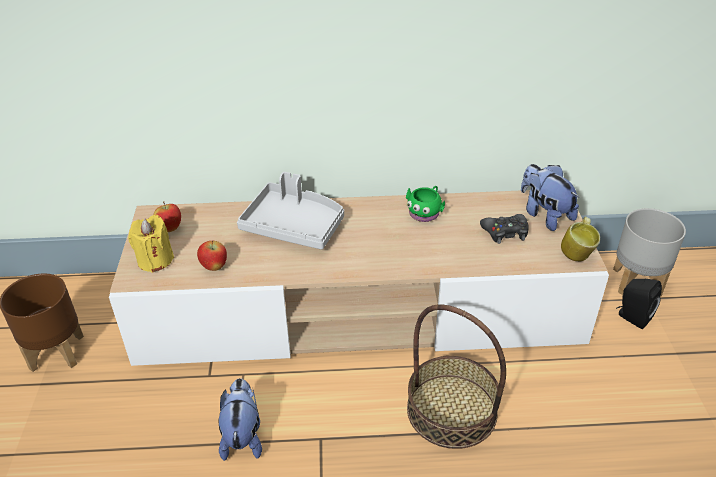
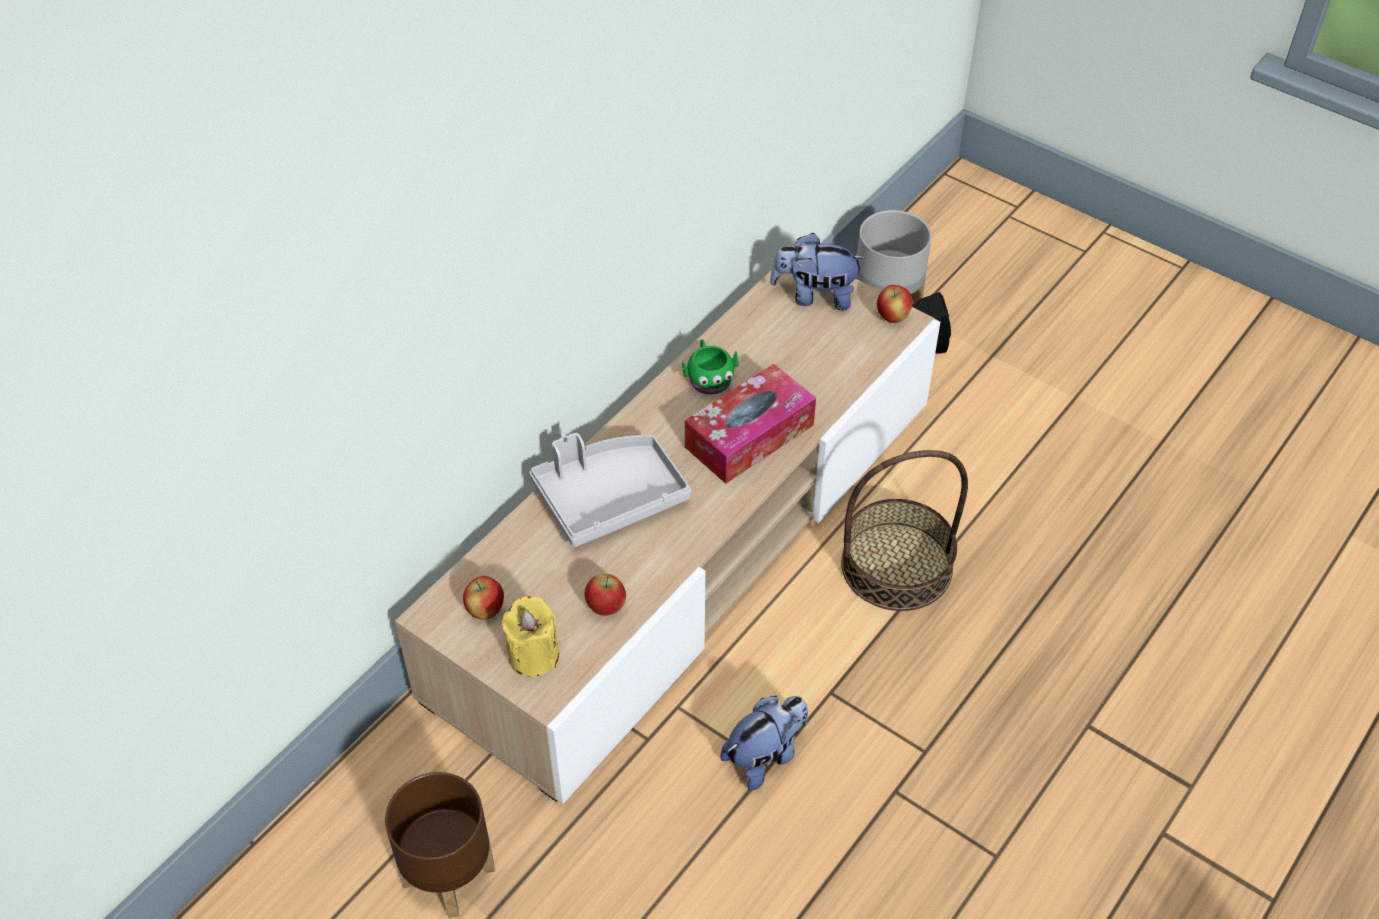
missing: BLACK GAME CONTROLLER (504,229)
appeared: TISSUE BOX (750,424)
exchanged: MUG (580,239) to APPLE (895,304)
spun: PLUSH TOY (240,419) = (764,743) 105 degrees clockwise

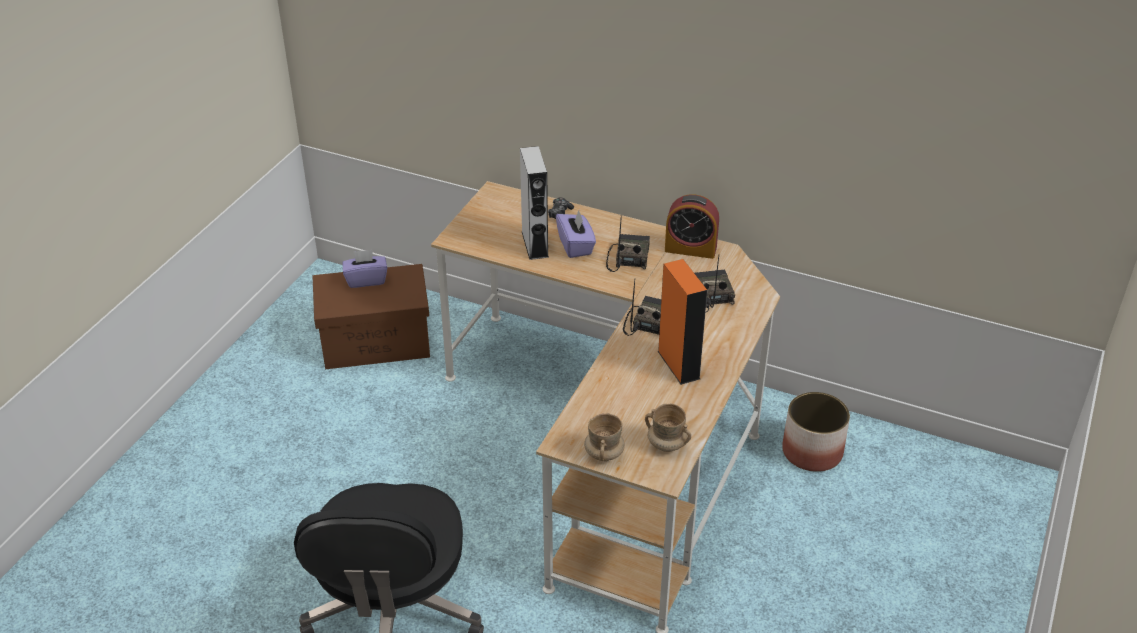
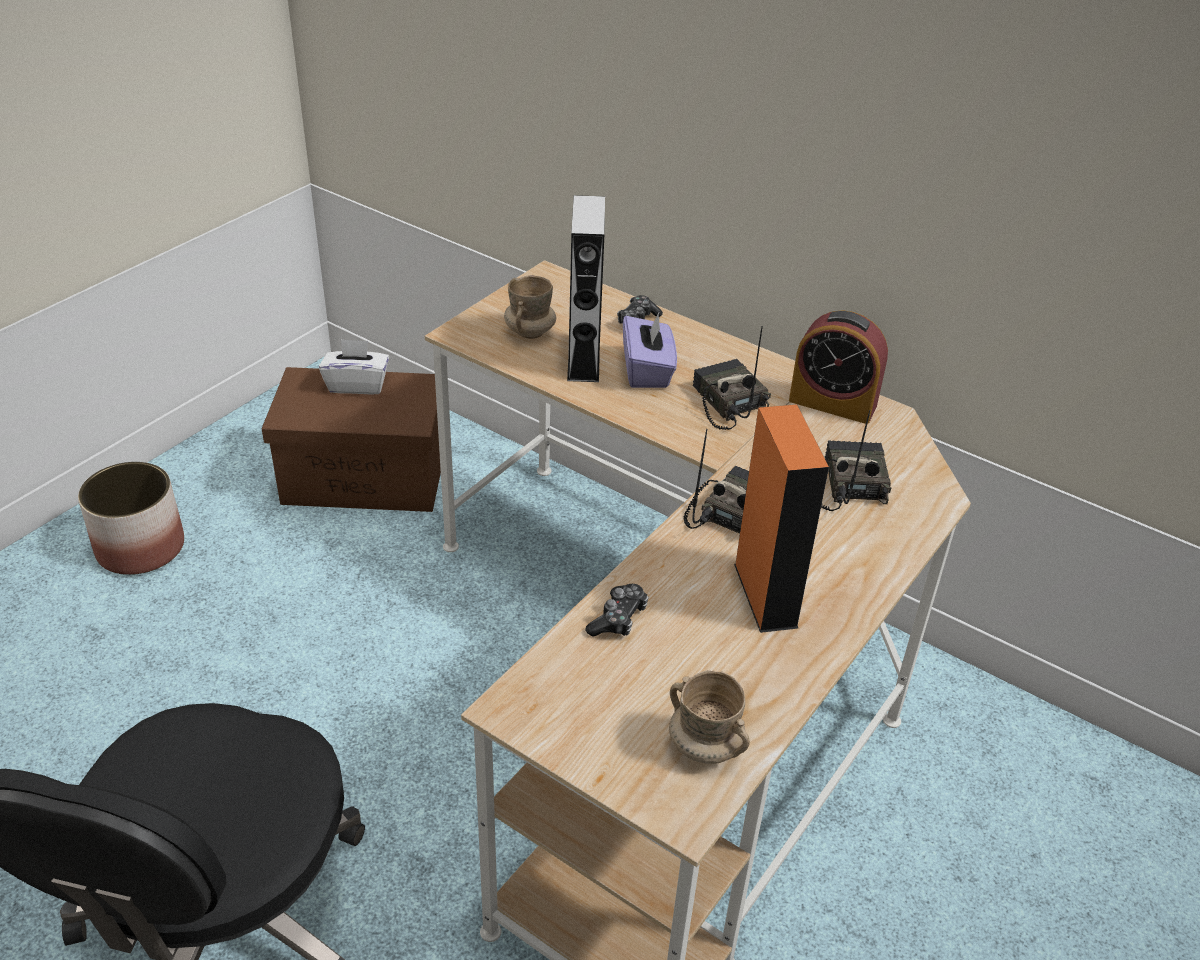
appeared: GAME CONTROLLER (617,610)
relocated: BEIGE MUG (604,437) to (530,307); PLANTER (816,432) to (131,518)
colour: PURPLE TISSUE BOX (365,269) to WHITE TISSUE BOX (354,367)
spun: RADIO (628,246) = (732,378) 45 degrees counterclockwise

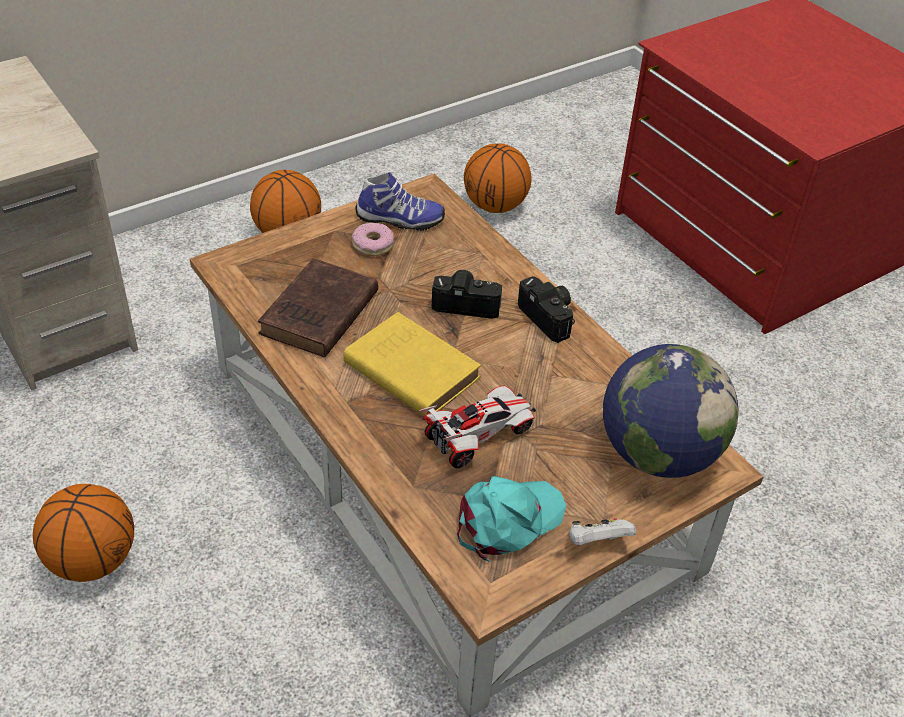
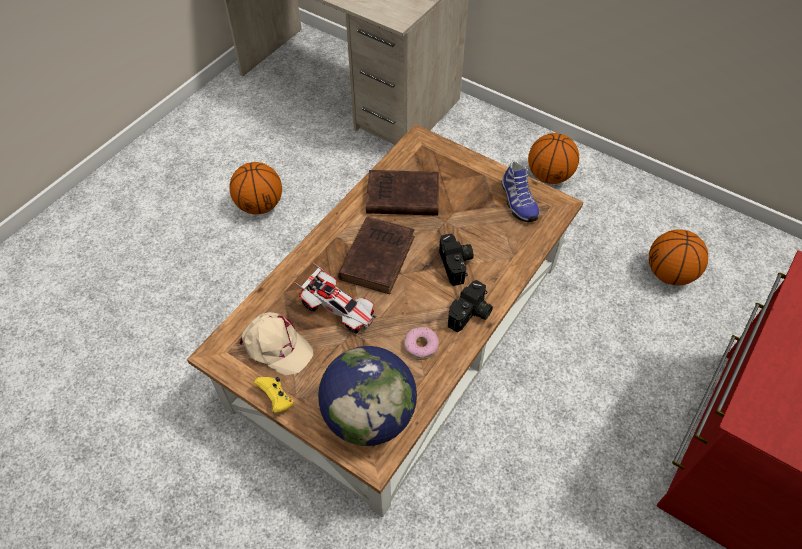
relocated: DONUT (373,239) to (421,343)
colour: YELLOW BOOK (412,364) to BROWN BOOK (376,255); TURQUOISE CAP (511,519) to BEIGE CAP (275,343); WHITE GAME CONTROLLER (602,531) to YELLOW GAME CONTROLLER (274,395)

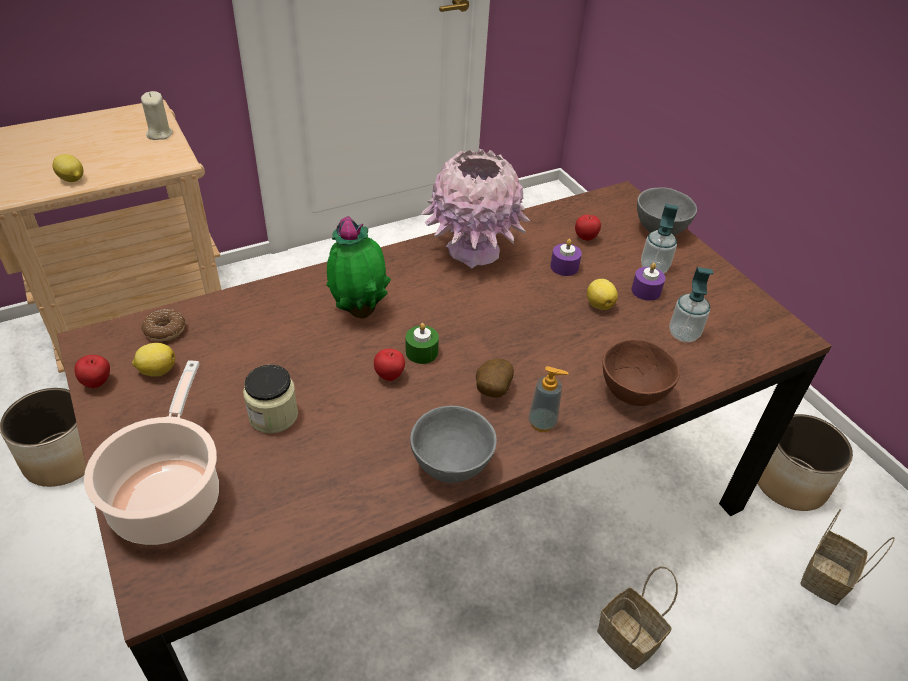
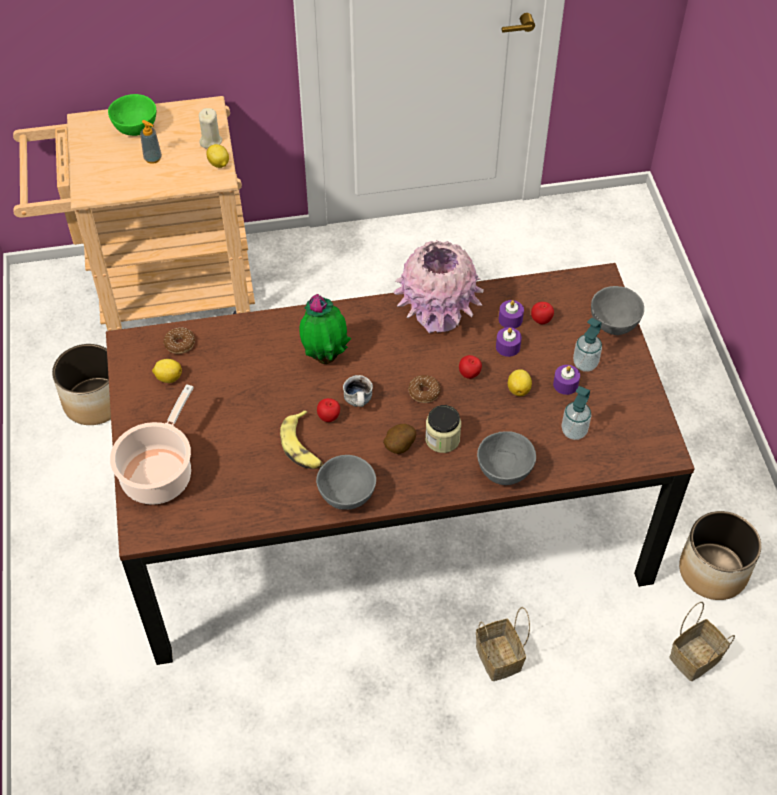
appeared: GREEN BOWL (132,115); BANANA (301,439); DONUT (424,389); PURPLE CANDLE (511,314)
relocated: LEMON (67,168) to (217,156); APPLE (92,371) to (470,367); JAR (270,399) to (443,429); SOAP DISPENSER (549,399) to (151,142)
exchanged: GREEN CANDLE (422,343) to MUG (358,391)
colour: BROWN BOWL (641,372) to GREY BOWL (506,458)

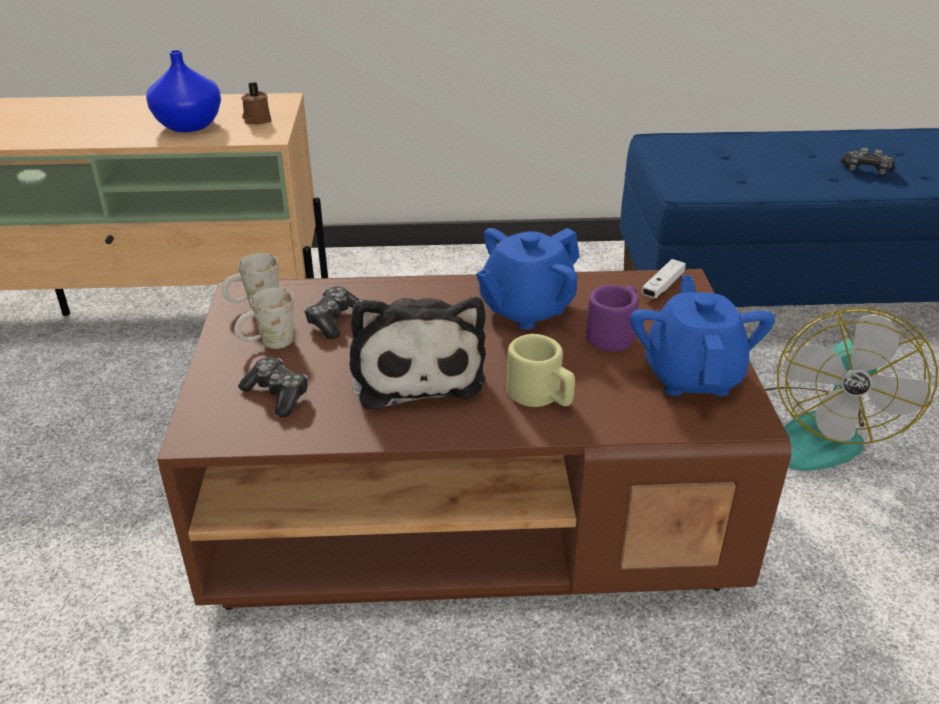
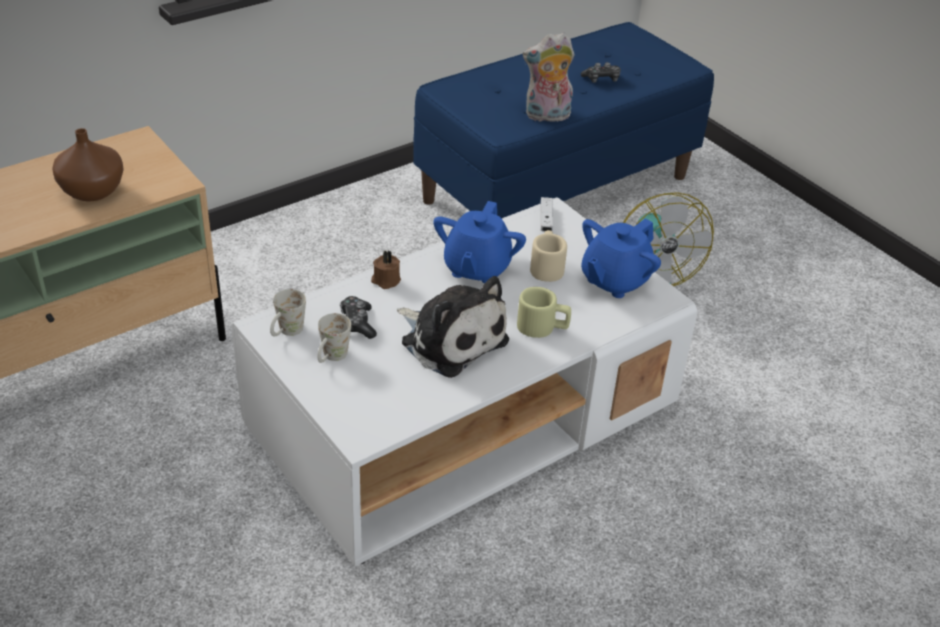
missing: GAME CONTROLLER (273,387)
appeared: PLUSH TOY (549,77)
relocated: BROWN CANDLE (256,103) to (386,270)
colour: BLUE VASE (183,91) to BROWN VASE (88,164); BROWN COFFEE TABLE (474,439) to WHITE COFFEE TABLE (464,381); PURPLE MUG (612,318) to BEIGE MUG (548,256)
spun: BLUE TEAPOT (702,335) = (621,258) 105 degrees counterclockwise

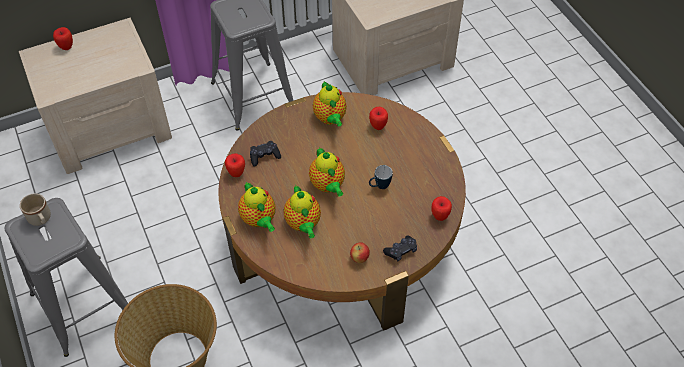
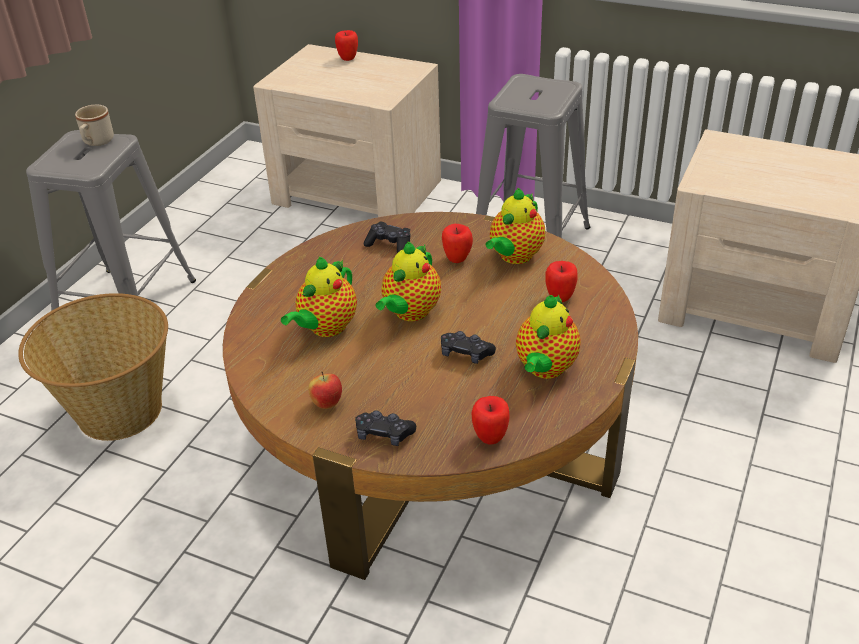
relocated: APPLE (235,165) to (457,243); TEAPOT (256,207) to (548,337)
exchanged: MUG (381,177) to BLACK GAME CONTROLLER (468,347)

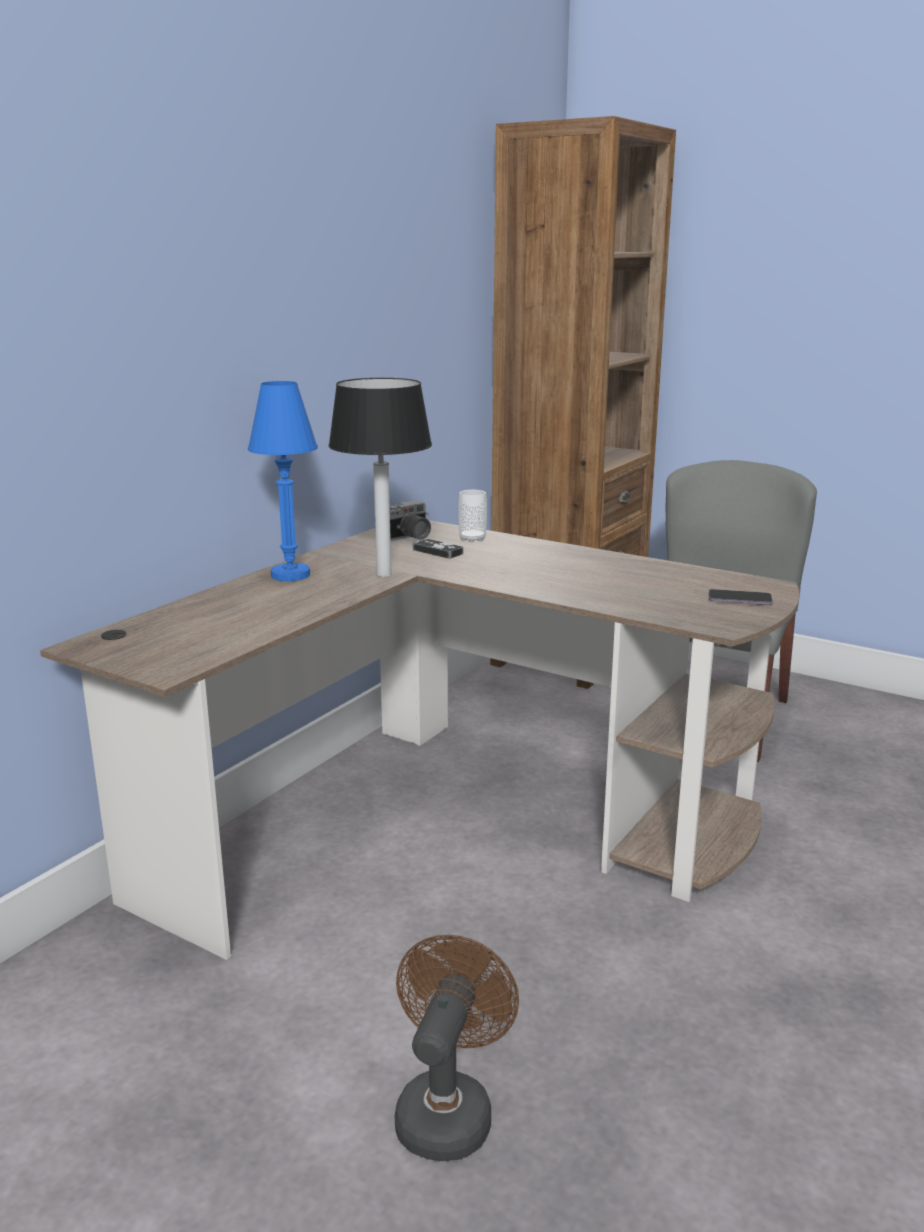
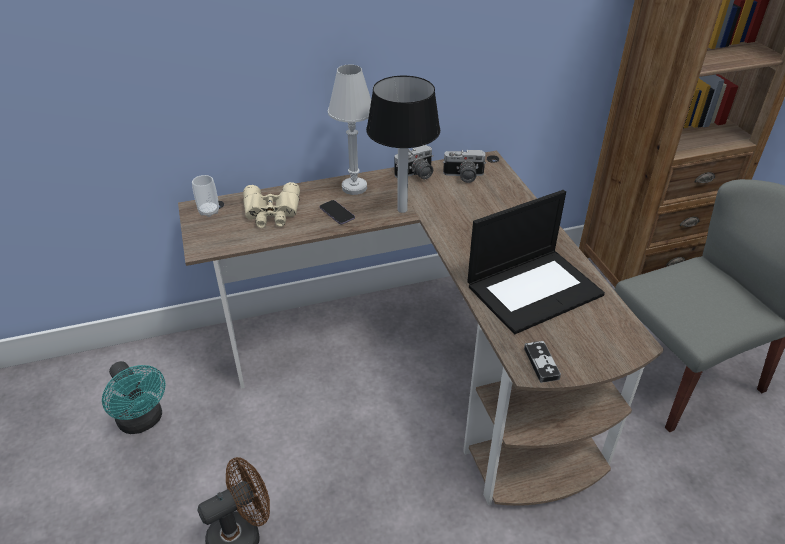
appeared: TURQUOISE FAN (133,397); BEIGE BINOCULARS (271,205); PHOTO CAMERA (414,162); LAPTOP (536,262)
relocated: GAME CONTROLLER (438,549) to (542,362); CUP (472,516) to (205,196); PHONE (740,597) to (337,212)
colour: BLUE TABLE LAMP (283,481) to WHITE TABLE LAMP (349,129)

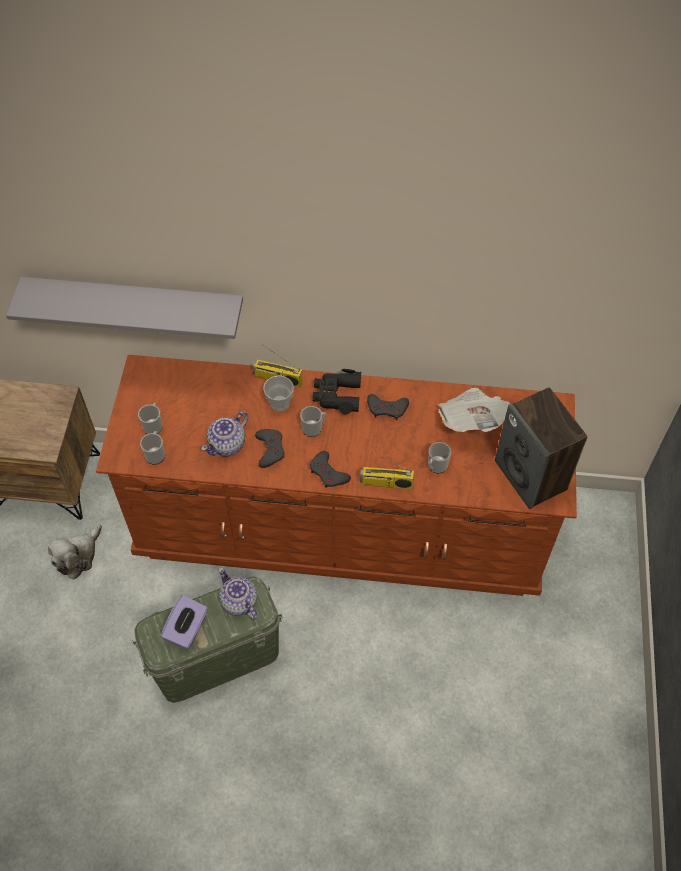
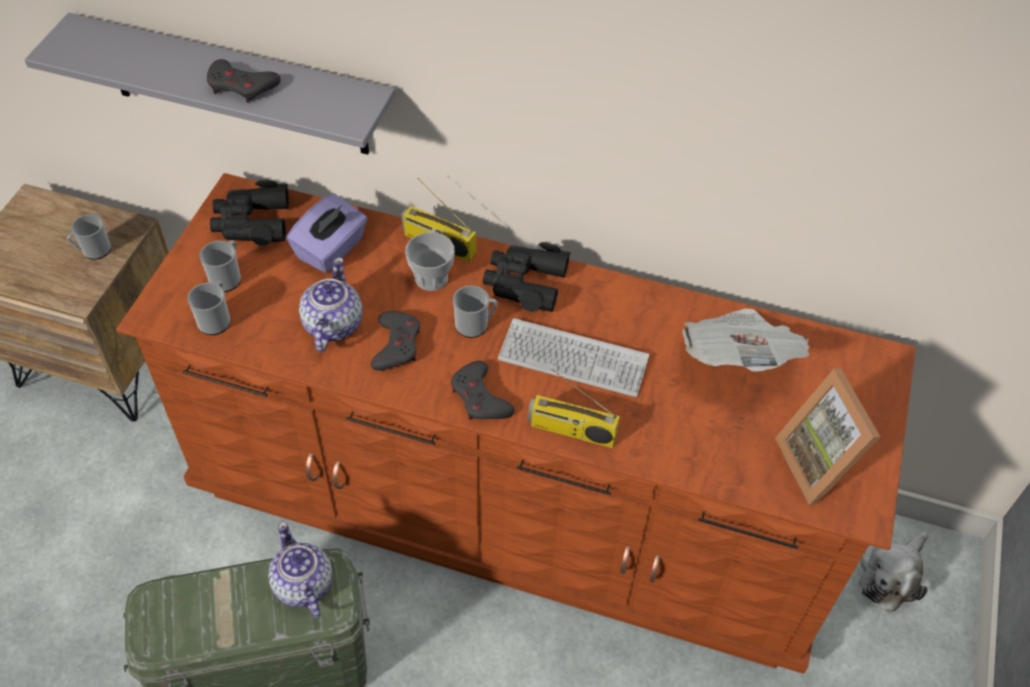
appeared: BLACK BINOCULARS (249,212); KEYBOARD (573,357)
relocated: PLUSH TOY (75,552) to (893,572); PURPLE TISSUE BOX (184,622) to (327,233); GREY GAME CONTROLLER (388,407) to (243,81); MUG (439,457) to (89,237)
exchanged: SPEAKER (541,448) to PICTURE FRAME (827,437)
spun: TEAPOT (225,433) = (331,304) 135 degrees clockwise

